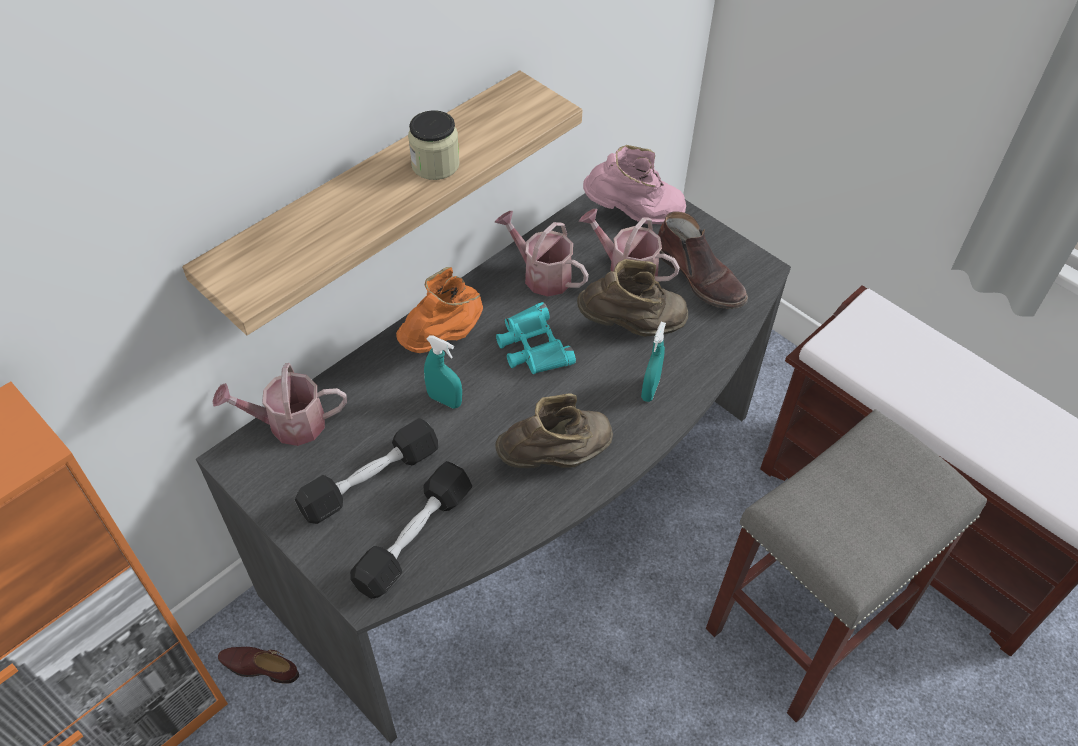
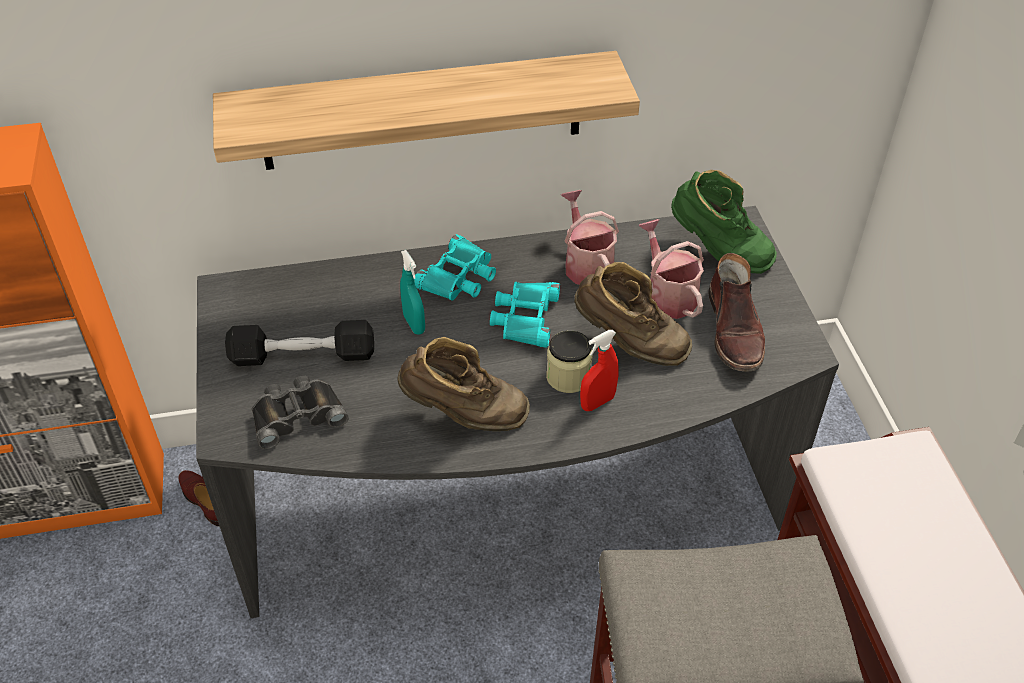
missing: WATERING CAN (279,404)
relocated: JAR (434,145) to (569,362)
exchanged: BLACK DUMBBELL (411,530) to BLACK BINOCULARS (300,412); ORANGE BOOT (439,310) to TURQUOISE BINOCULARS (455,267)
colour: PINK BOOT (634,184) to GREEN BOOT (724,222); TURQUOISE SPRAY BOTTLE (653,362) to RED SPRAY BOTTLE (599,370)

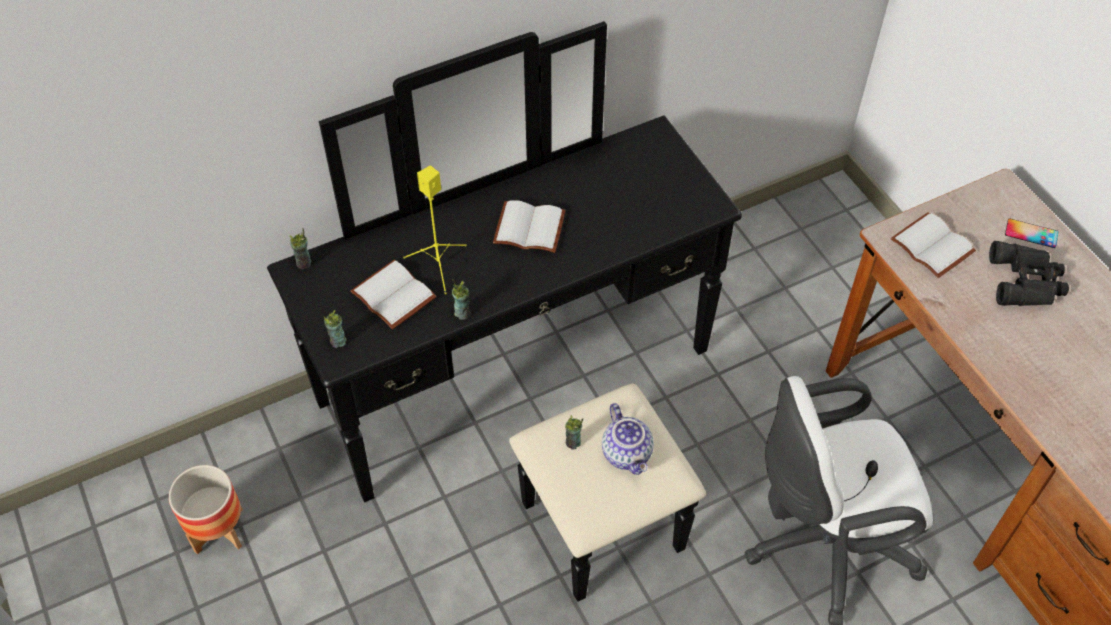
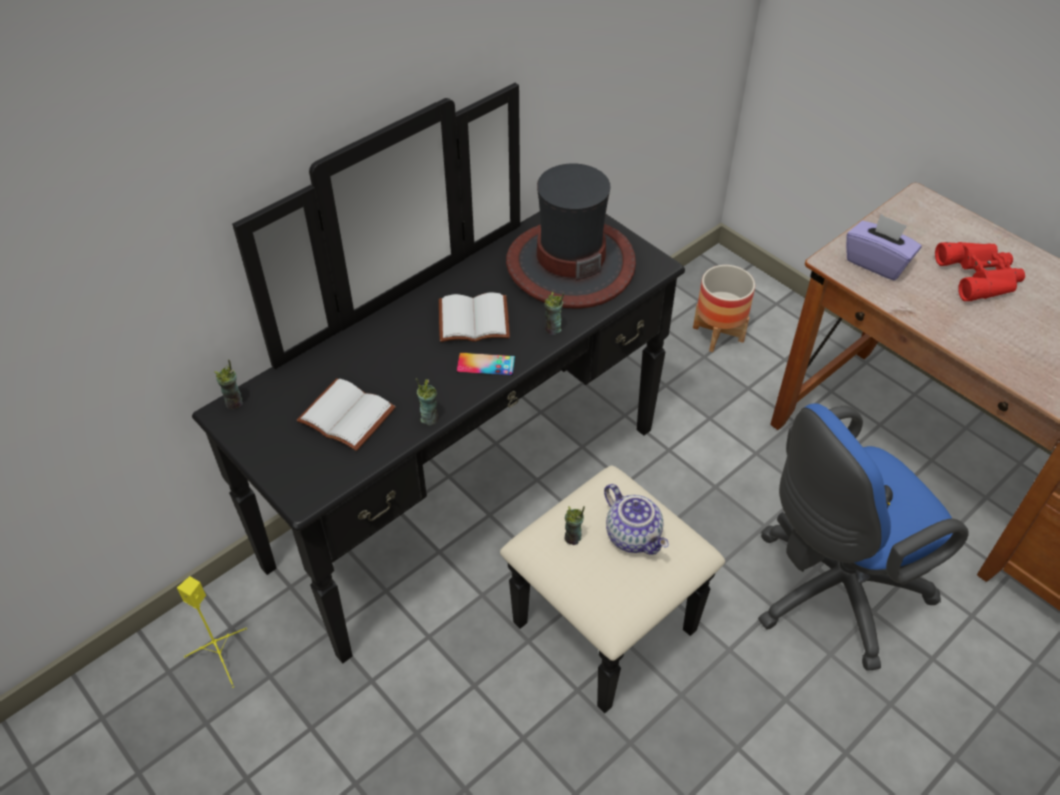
appeared: HAT (571,236)
relocated: PLANTER (206,509) to (724,308); CUP (335,329) to (554,313); YELLOW SPEAKER (435,229) to (212,632); PHONE (1031,233) to (486,364)
exchanged: WHITE BOOK (933,245) to PURPLE TISSUE BOX (884,247)
colour: WHITE OFFICE CHAIR (839,500) to BLUE OFFICE CHAIR (863,537); BLACK BINOCULARS (1029,273) to RED BINOCULARS (980,271)

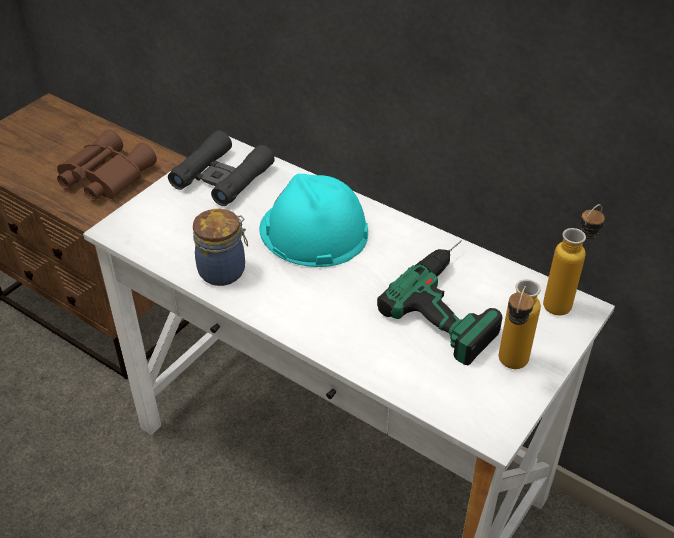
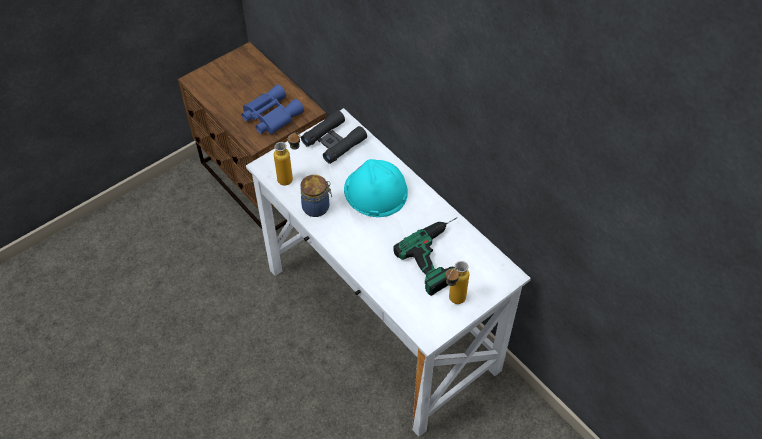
relocated: BOTTLE (574,259) to (287,159)
colour: BROWN BINOCULARS (107,165) to BLUE BINOCULARS (273,109)

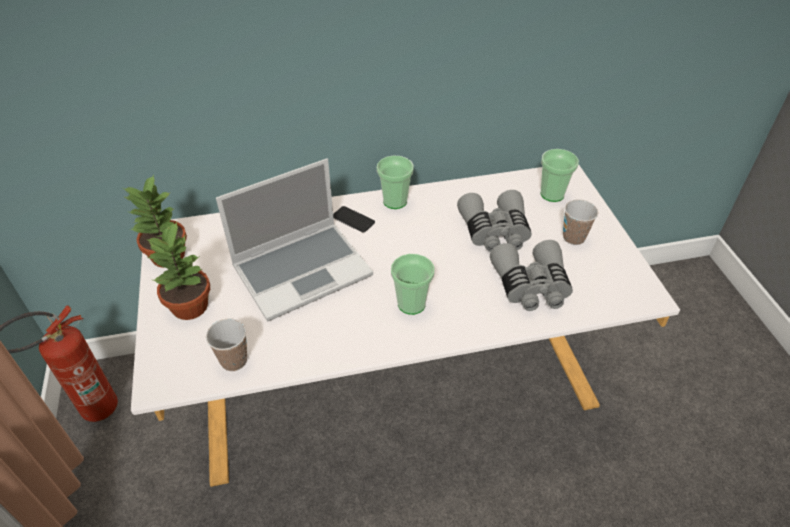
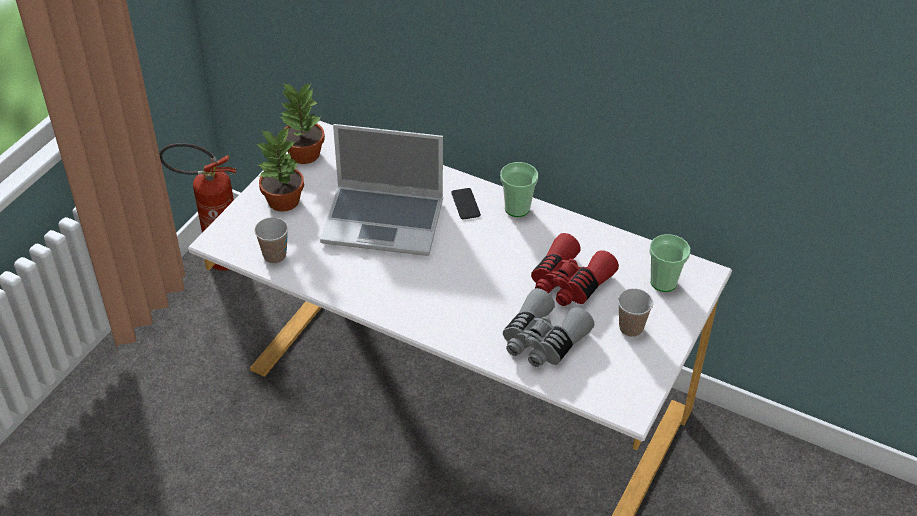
missing: CUP (412,284)
colour: GREY BINOCULARS (494,221) to RED BINOCULARS (575,269)

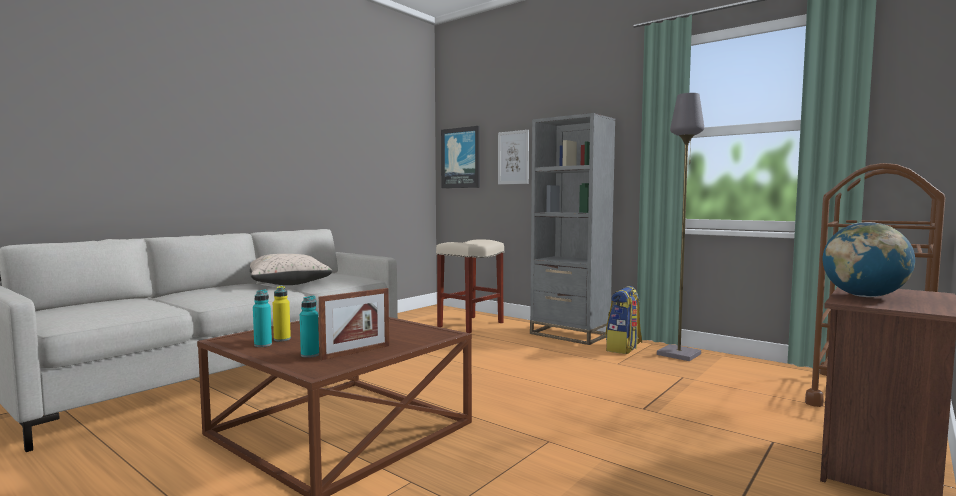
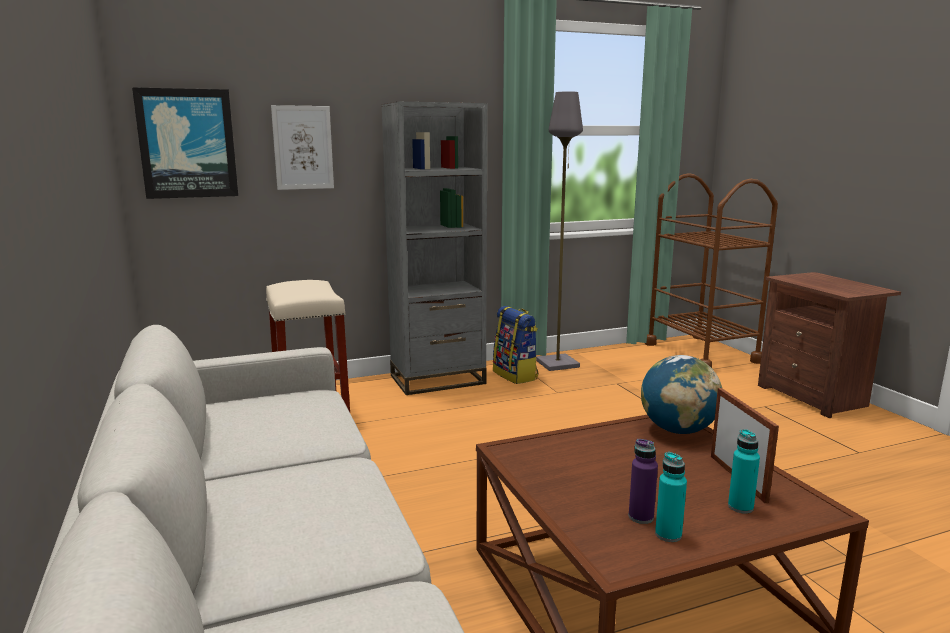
missing: BEIGE PILLOW (291,269)
relocated: GLOBE (869,259) to (681,394)
colour: YELLOW BOTTLE (282,314) to PURPLE BOTTLE (643,481)

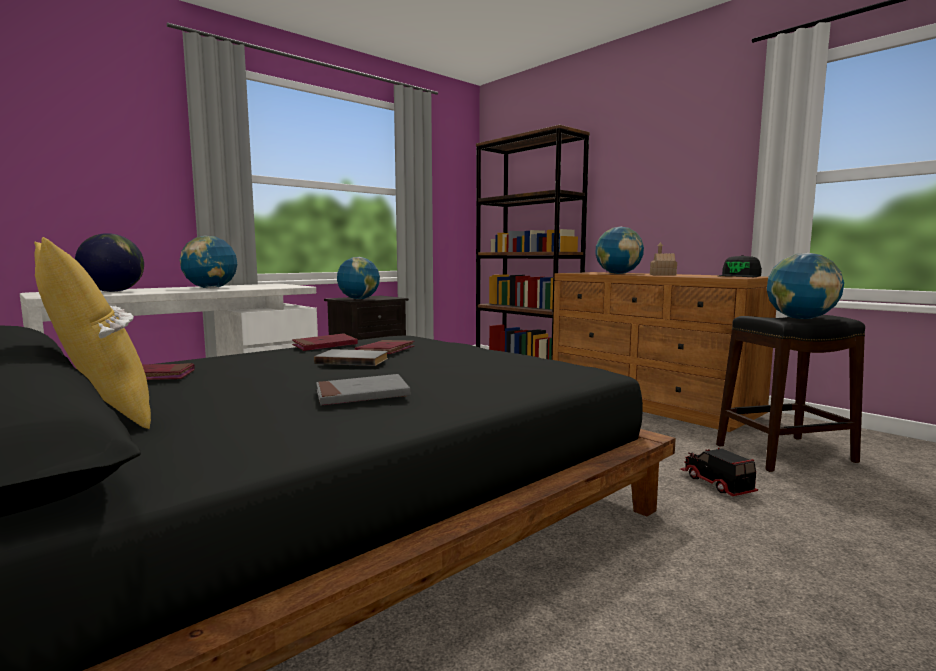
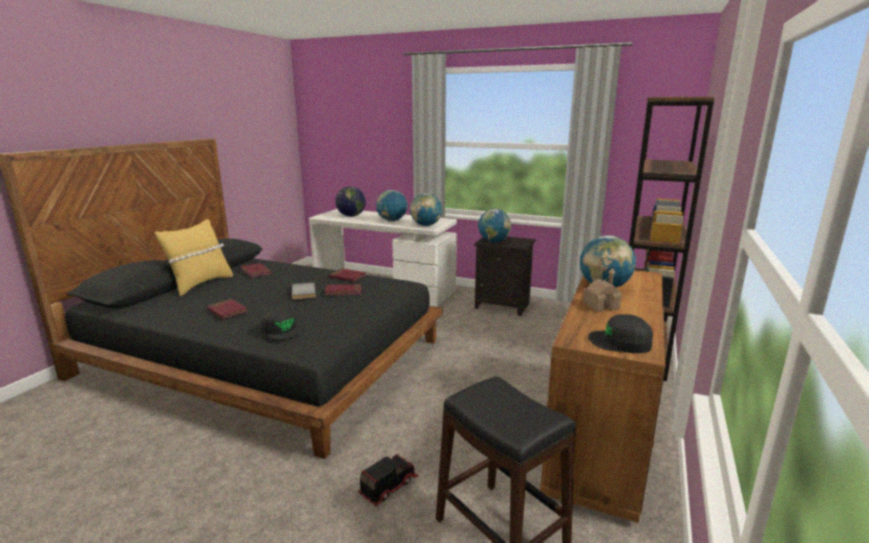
appeared: BLACK CAP (282,324)
relocated: GLOBE (805,286) to (426,209)
colour: GREY BOOK (363,390) to RED BOOK (227,309)

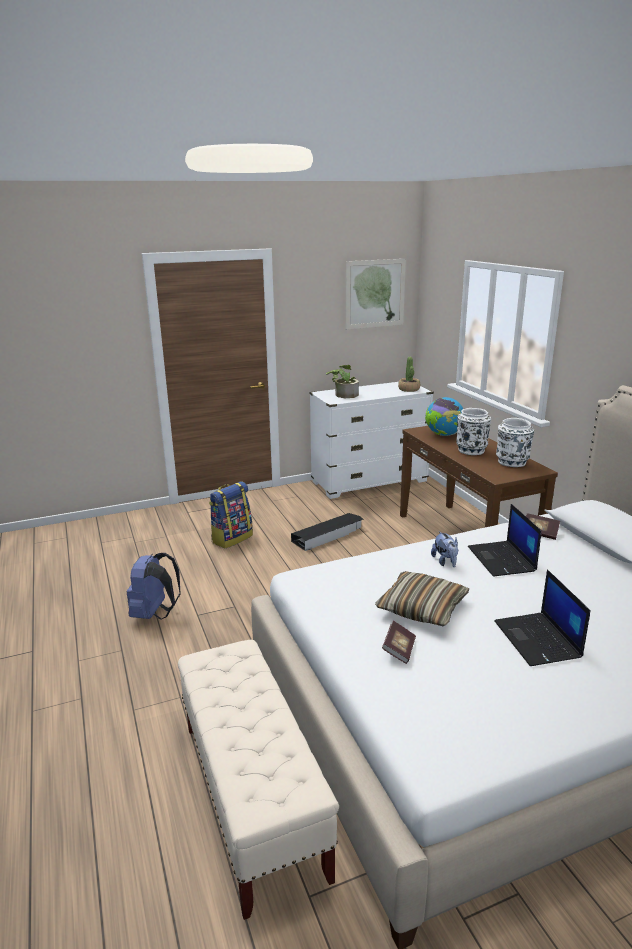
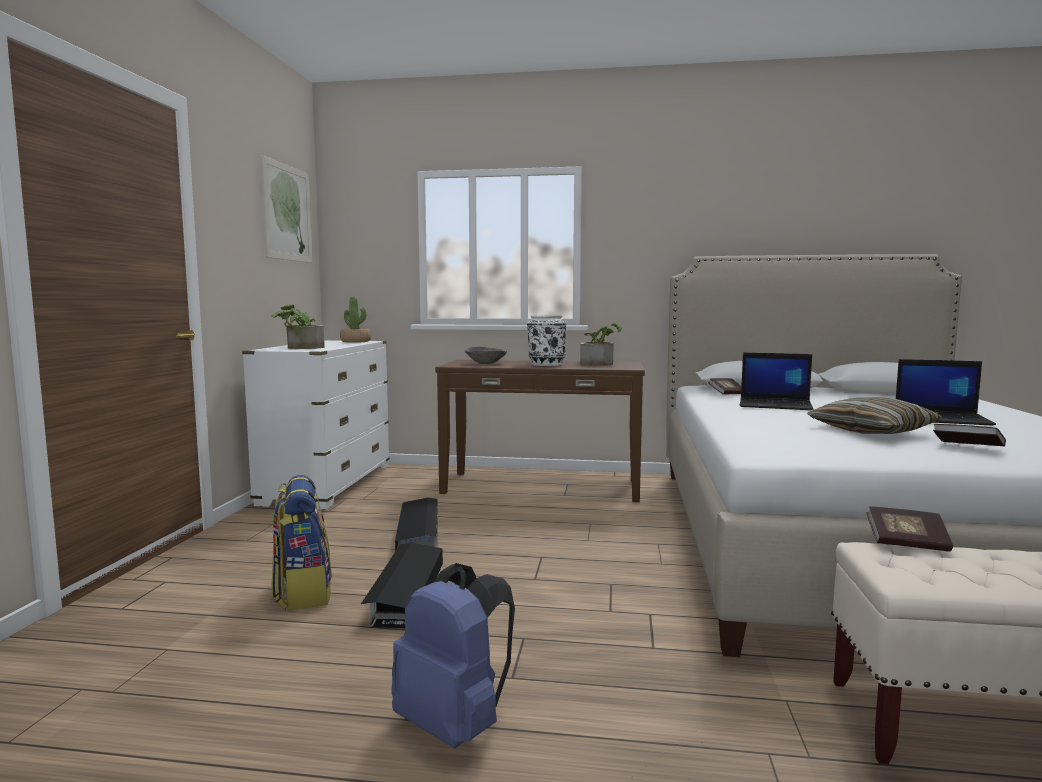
missing: PLUSH TOY (444,549)
appeared: BLACK STORAGE BOX (402,585); BOOK (910,529)
exchanged: GLOBE (444,416) to GREY BOWL (486,355); WHITE VASE (515,442) to POTTED PLANT (601,344)

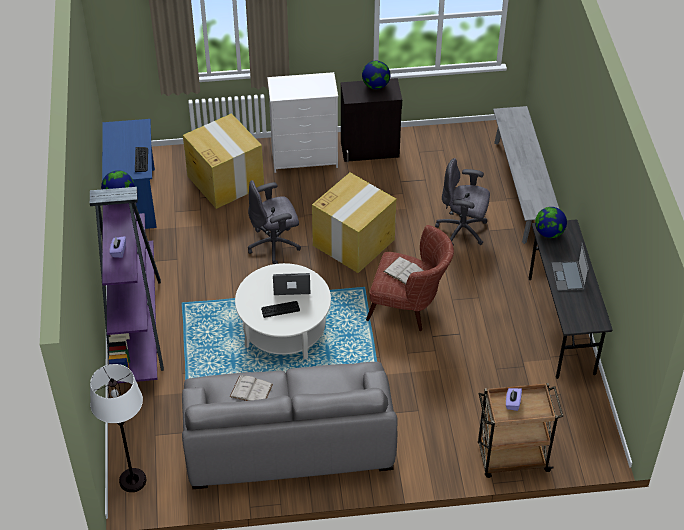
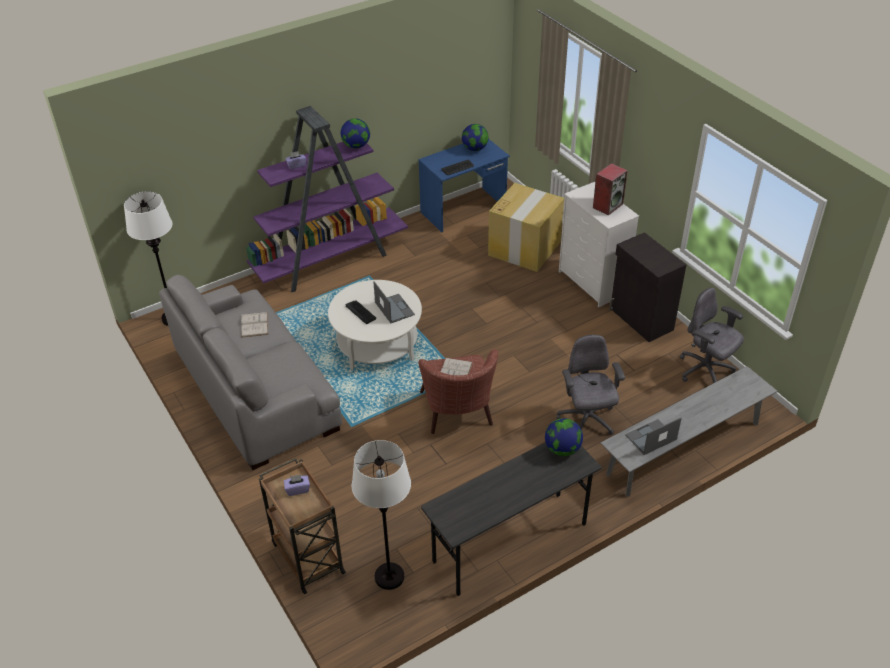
missing: CARDBOARD BOX (354,223)
appeared: WHITE FLOOR LAMP (381,515); SPEAKER (610,189)
relocated: GREY OFFICE CHAIR (274,222) to (712,335); GLOBE (376,75) to (475,137); LAPTOP (570,266) to (653,436)

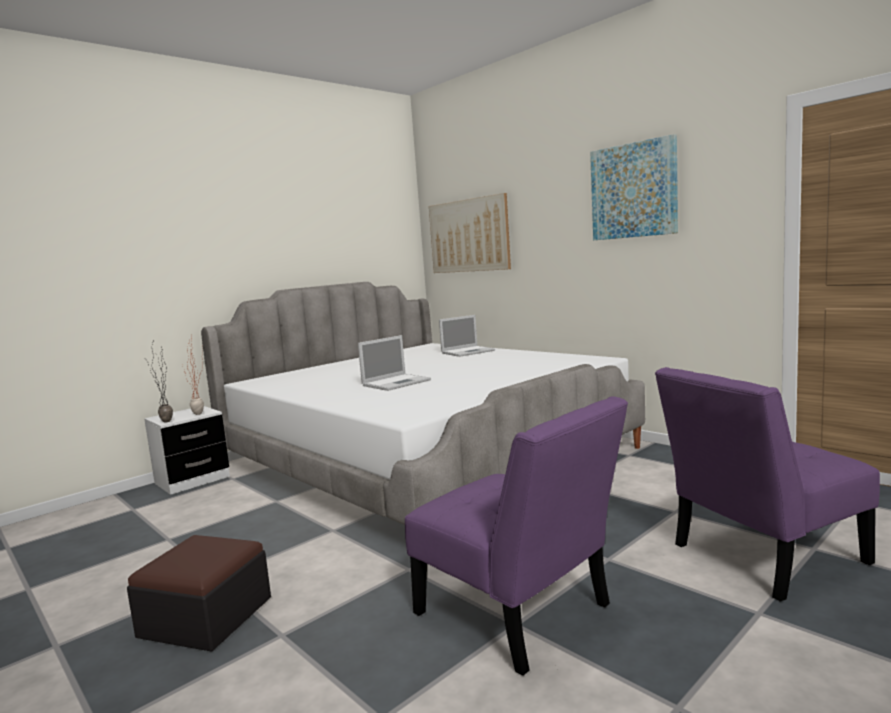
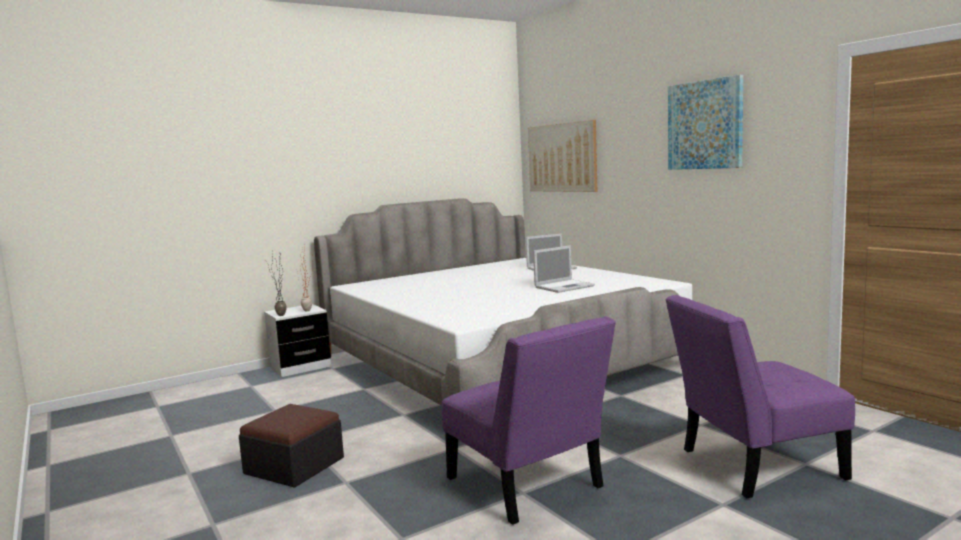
relocated: LAPTOP (394,363) to (564,269)

